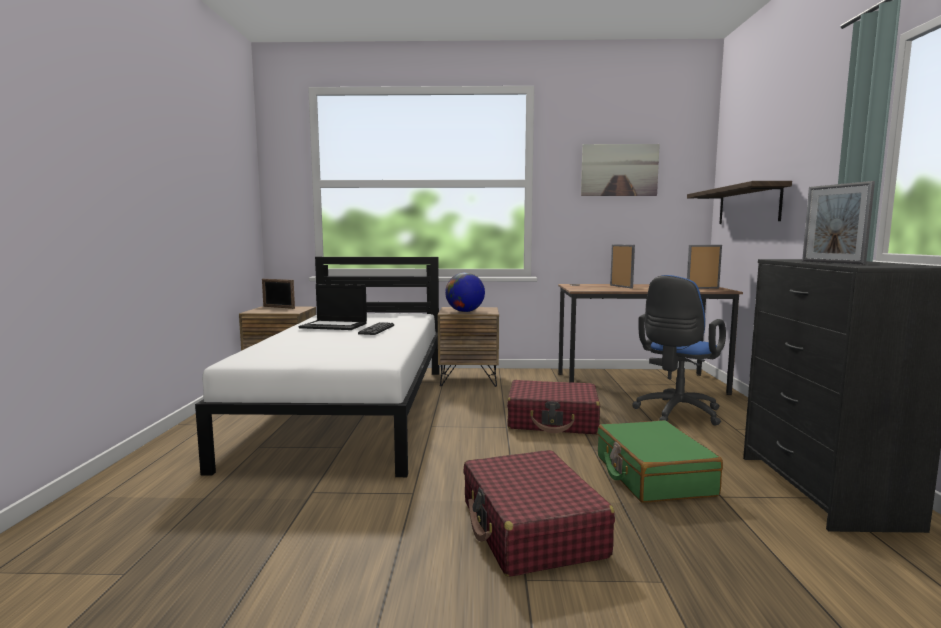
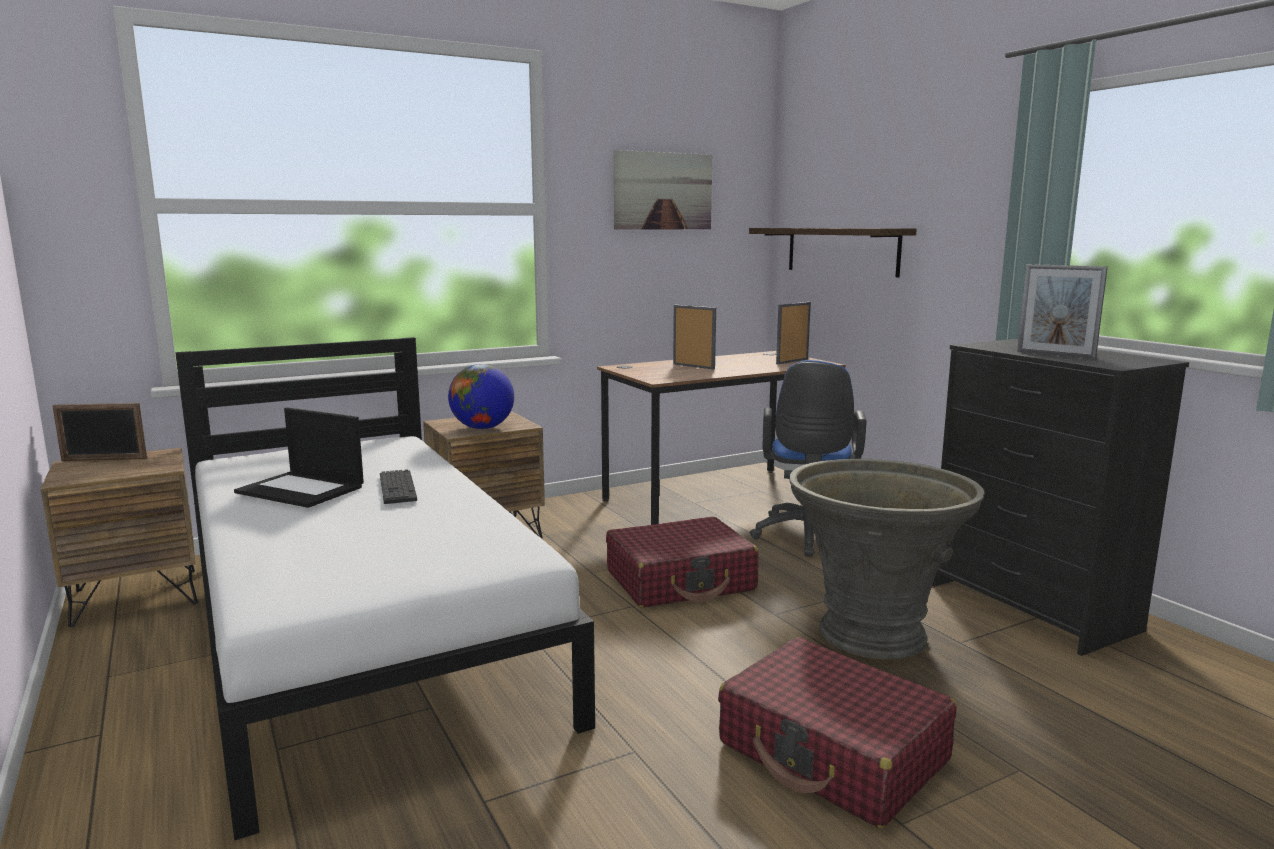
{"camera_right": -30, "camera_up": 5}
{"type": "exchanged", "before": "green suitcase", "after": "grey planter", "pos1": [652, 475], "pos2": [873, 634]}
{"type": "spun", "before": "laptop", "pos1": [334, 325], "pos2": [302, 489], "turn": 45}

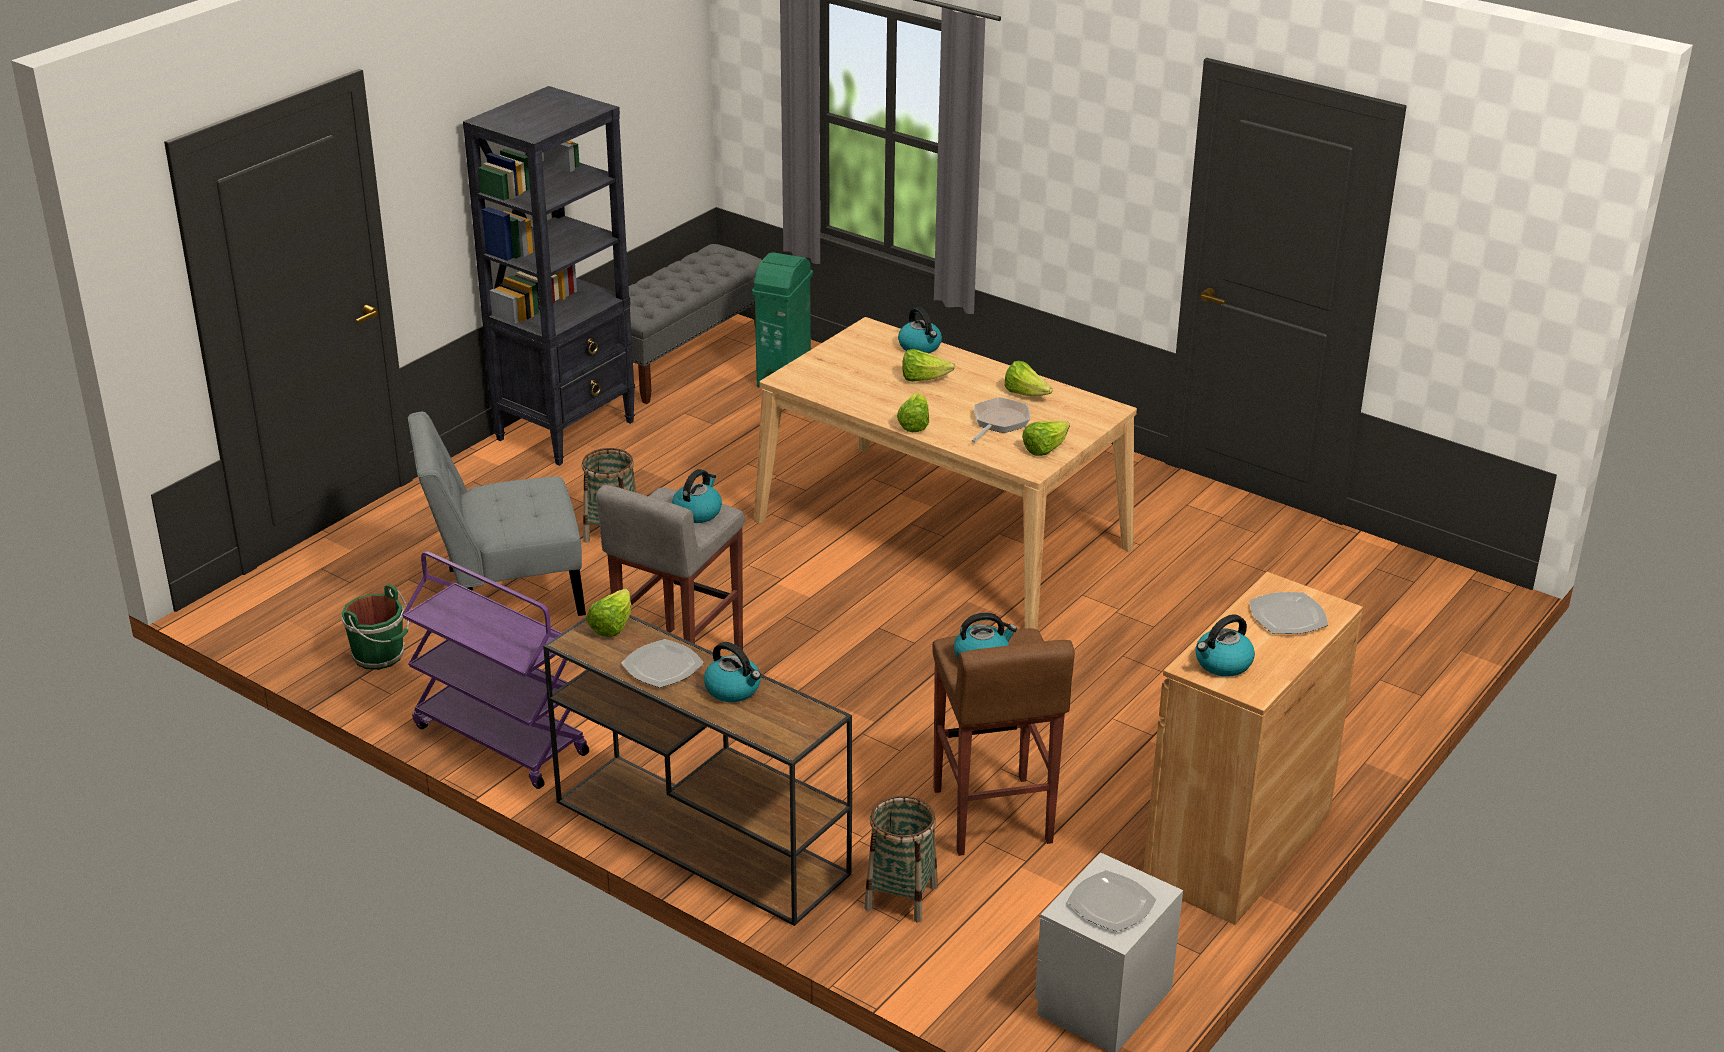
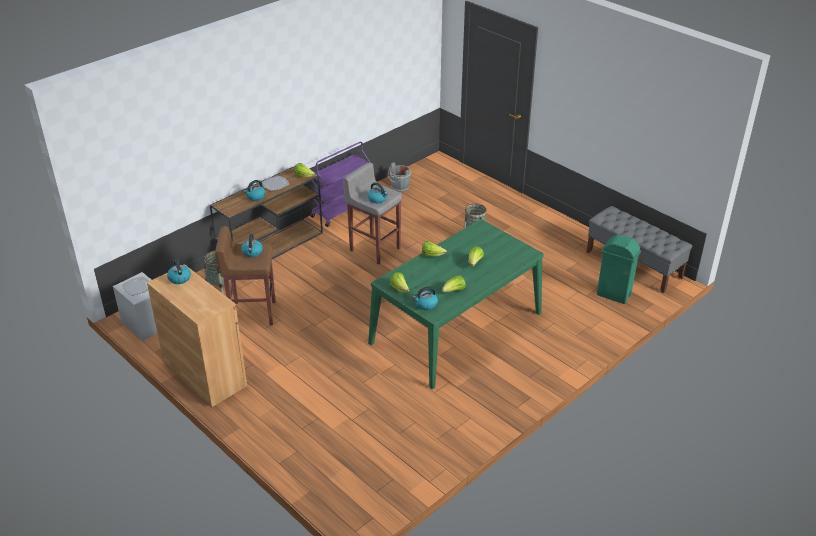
{"camera_right": 100, "camera_up": 5}
{"type": "missing", "before": "grey chair", "pos1": [505, 593]}
{"type": "missing", "before": "black bookcase", "pos1": [567, 430]}
{"type": "missing", "before": "frying pan", "pos1": [999, 422]}
{"type": "missing", "before": "plate", "pos1": [1288, 616]}
{"type": "relocated", "before": "kettle", "pos1": [920, 347], "pos2": [425, 304]}
{"type": "colour", "before": "green bucket", "after": "grey bucket", "pos1": [380, 656], "pos2": [399, 187]}
{"type": "colour", "before": "beige dining table", "after": "green dining table", "pos1": [941, 534], "pos2": [456, 327]}

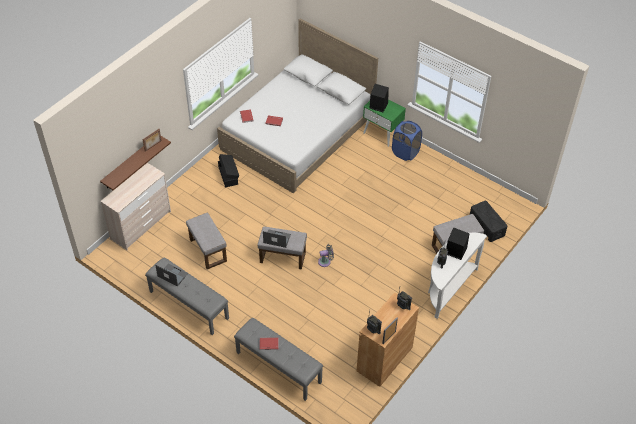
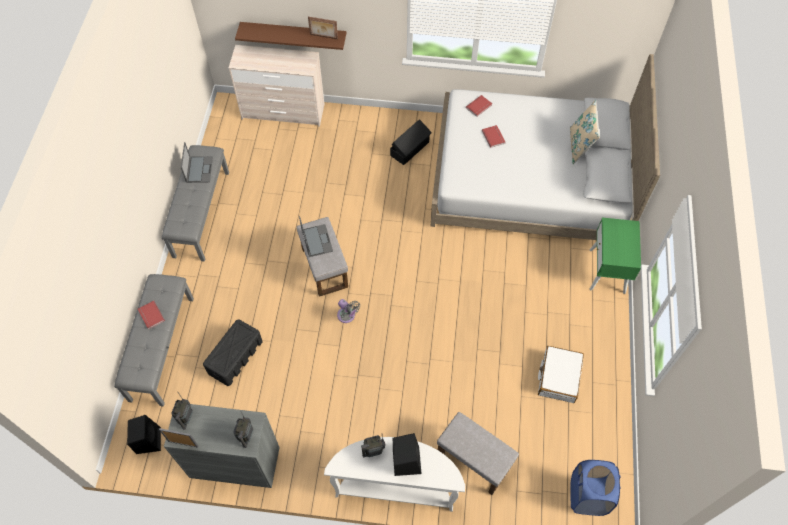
{"camera_right": 60, "camera_up": 10}
{"type": "missing", "before": "grey ottoman", "pos1": [207, 250]}
{"type": "appeared", "after": "white suitcase", "pos2": [558, 377]}
{"type": "appeared", "after": "beige pillow", "pos2": [579, 146]}
{"type": "relocated", "before": "black speaker", "pos1": [378, 105], "pos2": [148, 439]}
{"type": "relocated", "before": "blue laundry basket", "pos1": [405, 152], "pos2": [587, 496]}
{"type": "relocated", "before": "black storage box", "pos1": [486, 226], "pos2": [235, 356]}
{"type": "colour", "before": "brown cabinet", "after": "grey cabinet", "pos1": [384, 359], "pos2": [235, 462]}

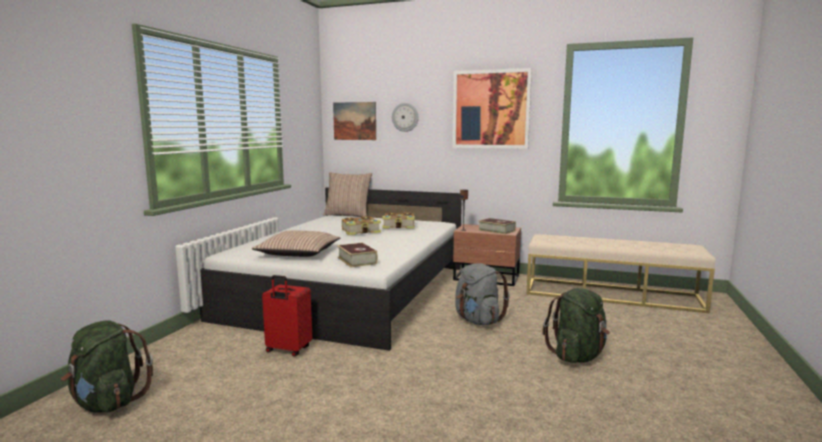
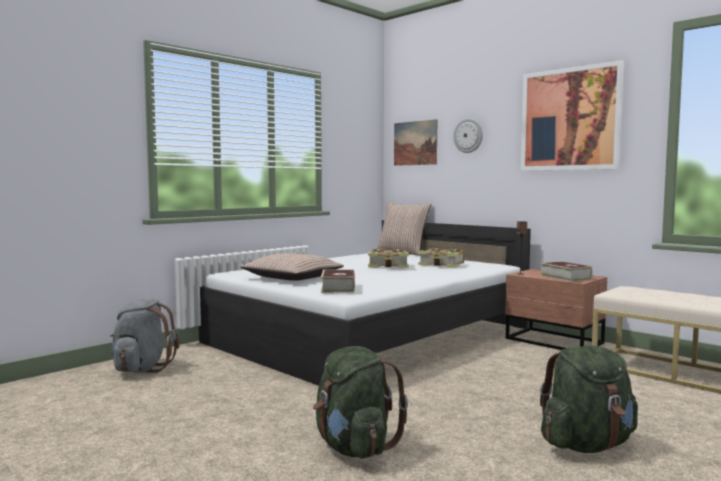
{"camera_right": 25, "camera_up": -5}
{"type": "missing", "before": "red suitcase", "pos1": [288, 350]}
{"type": "relocated", "before": "green backpack", "pos1": [107, 403], "pos2": [354, 447]}
{"type": "relocated", "before": "grey backpack", "pos1": [478, 321], "pos2": [142, 369]}

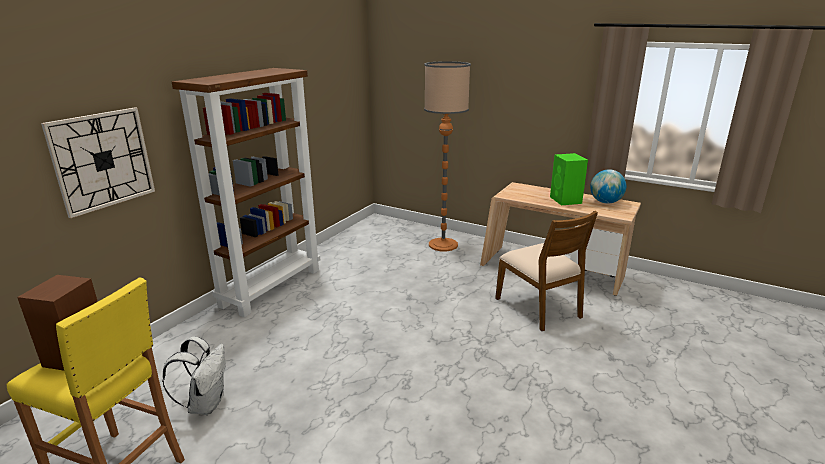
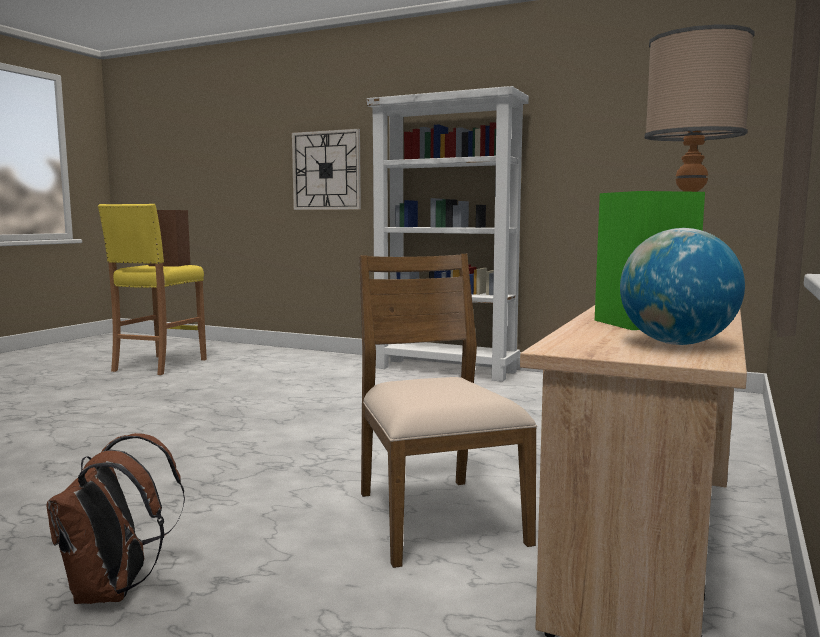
{"camera_right": 85, "camera_up": -15}
{"type": "missing", "before": "white backpack", "pos1": [206, 404]}
{"type": "appeared", "after": "brown backpack", "pos2": [115, 591]}
{"type": "colour", "before": "brown bookcase", "after": "white bookcase", "pos1": [271, 287], "pos2": [446, 370]}
{"type": "spun", "before": "brown chair", "pos1": [539, 307], "pos2": [436, 517], "turn": 105}

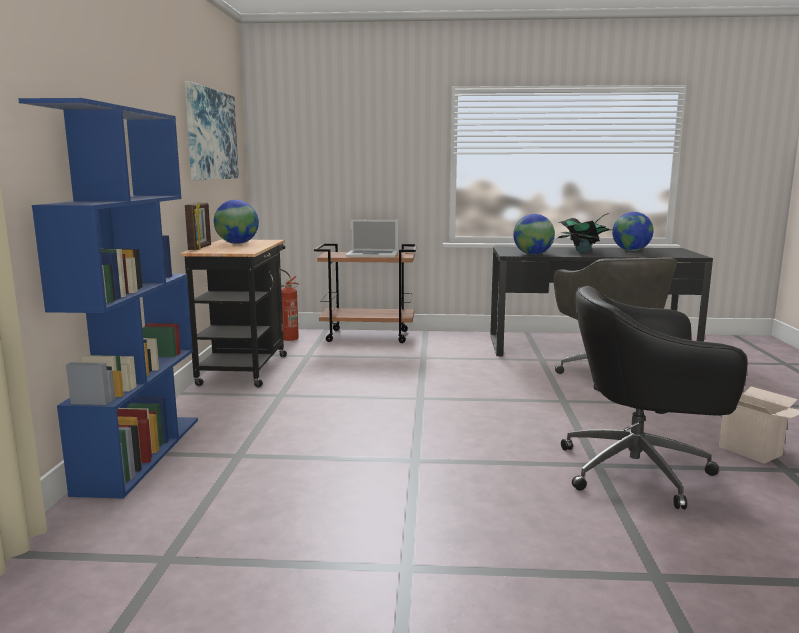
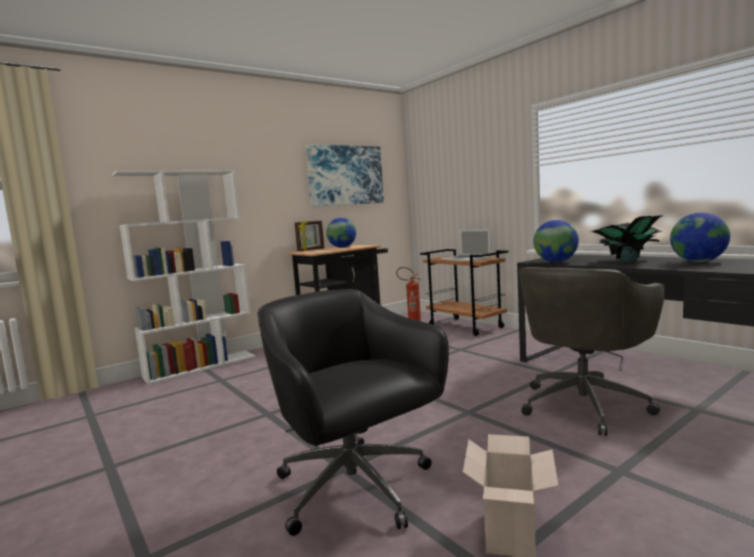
{"camera_right": 50, "camera_up": -5}
{"type": "colour", "before": "blue bookcase", "after": "white bookcase", "pos1": [140, 453], "pos2": [201, 366]}

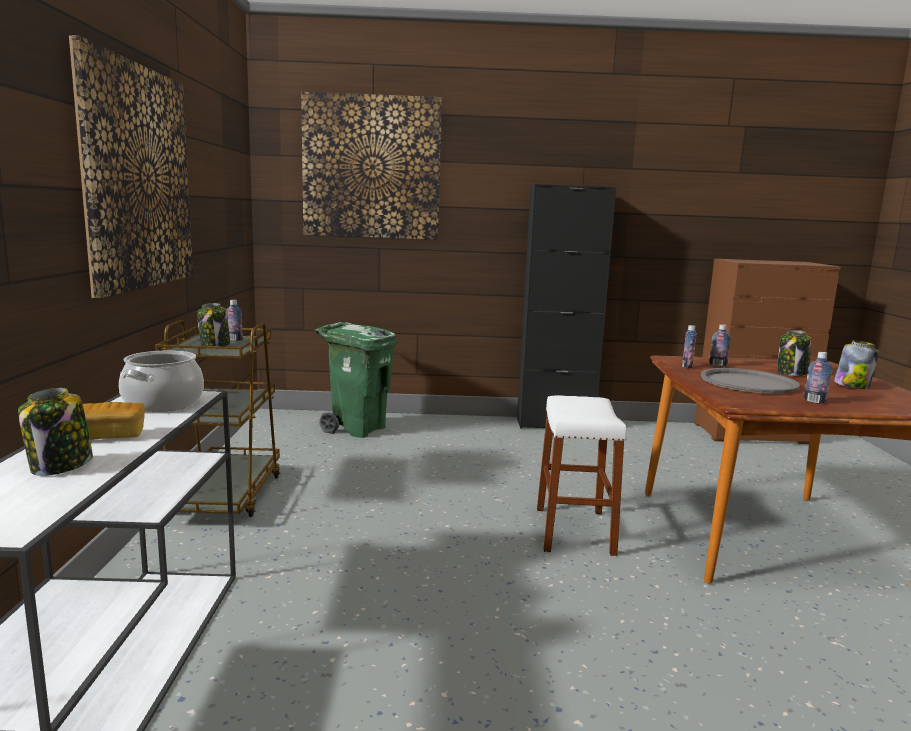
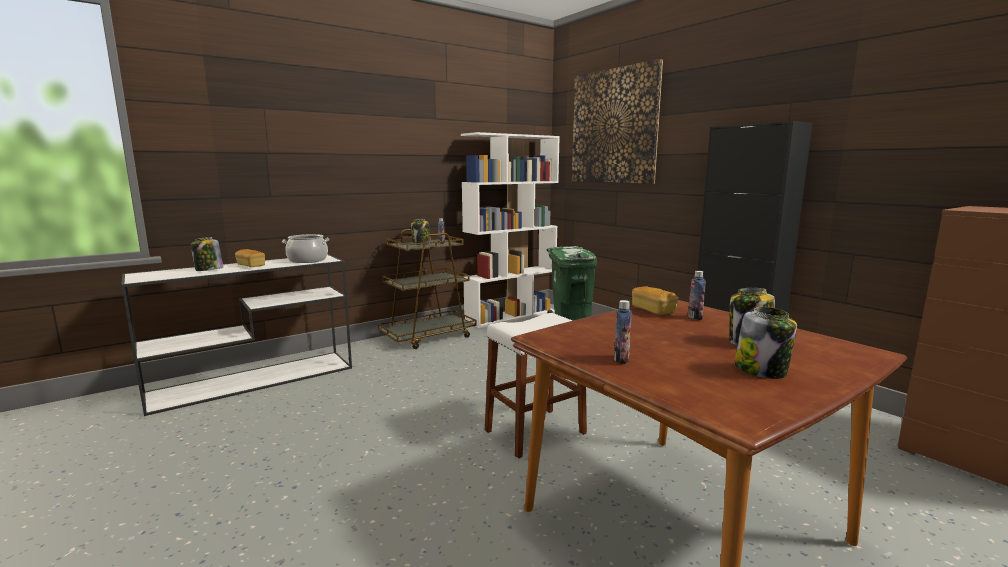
{"camera_right": 55, "camera_up": 0}
{"type": "missing", "before": "picture", "pos1": [138, 178]}
{"type": "missing", "before": "grey tray", "pos1": [748, 382]}
{"type": "appeared", "after": "white bookcase", "pos2": [511, 316]}
{"type": "exchanged", "before": "bottle", "after": "bread", "pos1": [687, 366], "pos2": [653, 310]}

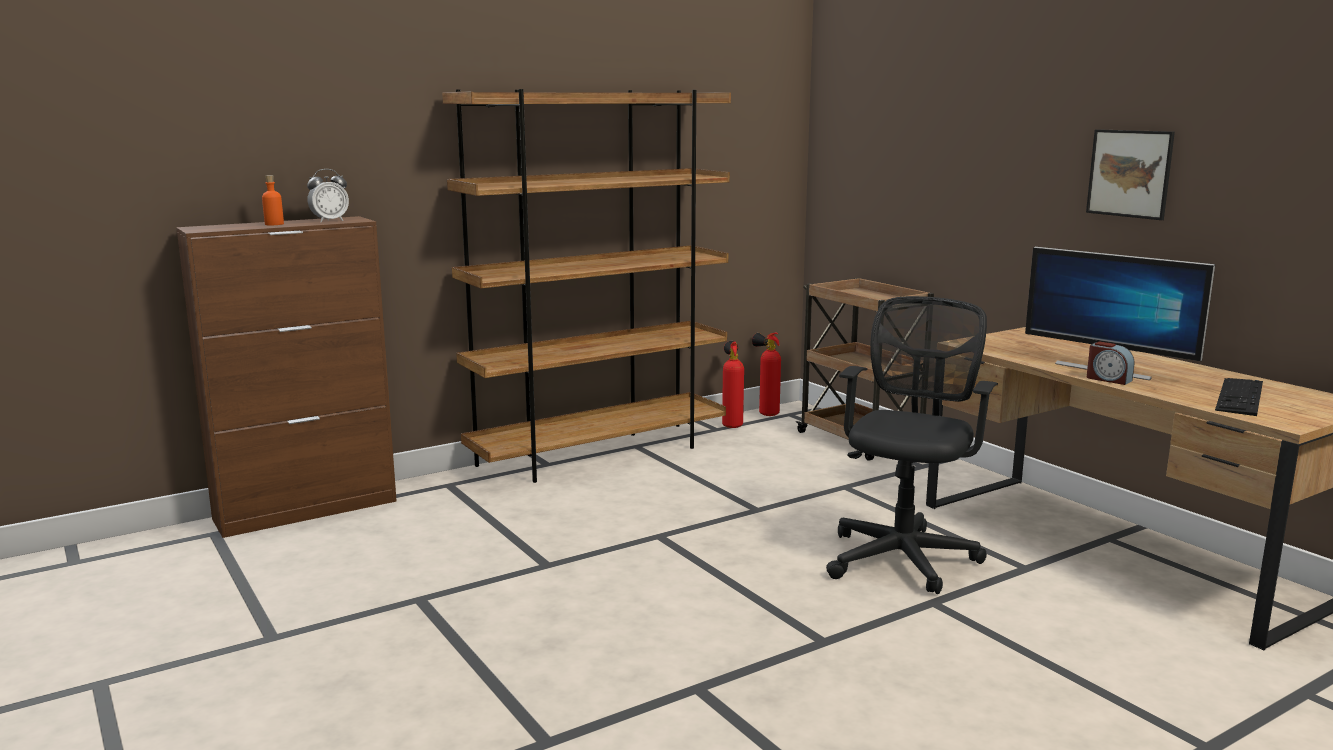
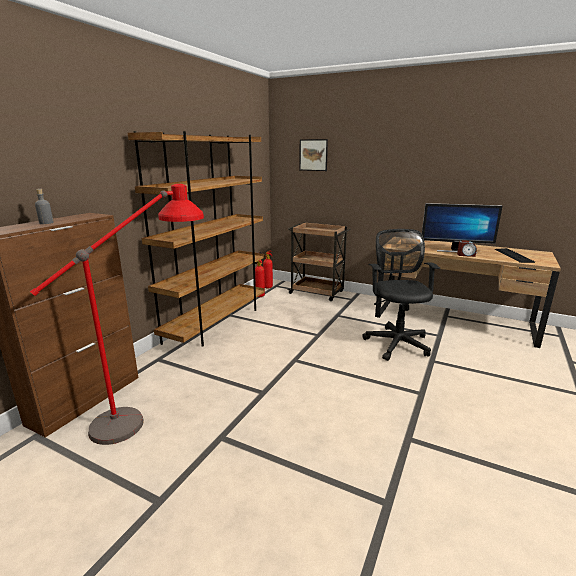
{"camera_right": -30, "camera_up": 5}
{"type": "missing", "before": "alarm clock", "pos1": [329, 221]}
{"type": "appeared", "after": "red floor lamp", "pos2": [152, 411]}
{"type": "relocated", "before": "picture", "pos1": [1129, 173], "pos2": [313, 155]}
{"type": "colour", "before": "orange bottle", "after": "grey bottle", "pos1": [274, 224], "pos2": [46, 223]}

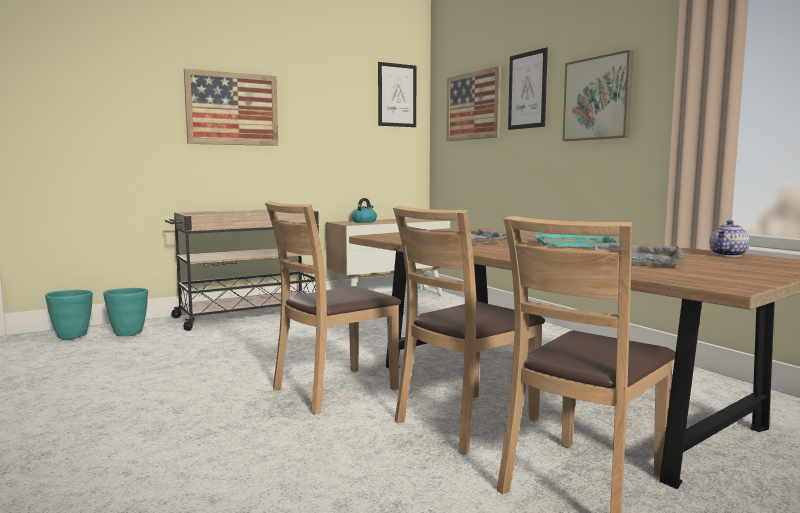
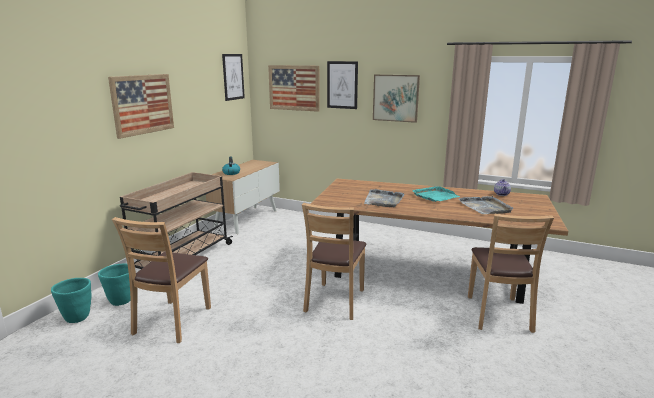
{"camera_right": -35, "camera_up": 10}
{"type": "relocated", "before": "brown chair", "pos1": [466, 422], "pos2": [173, 321]}

